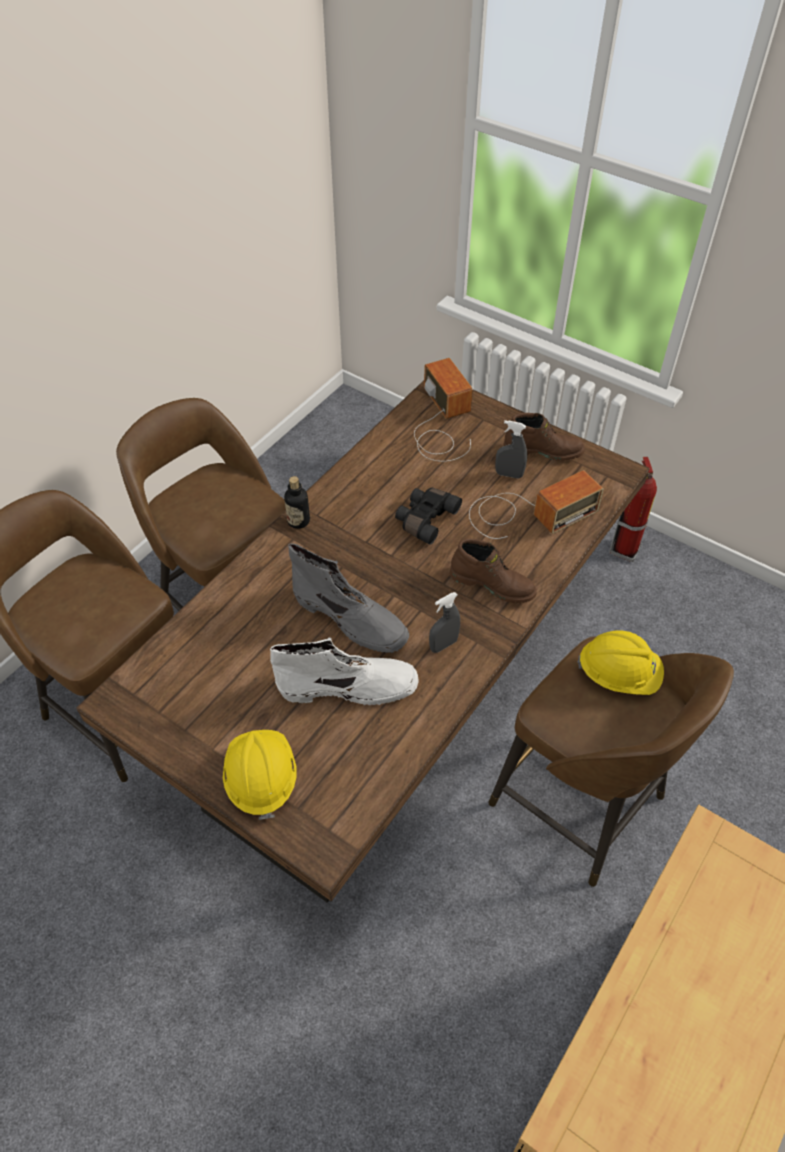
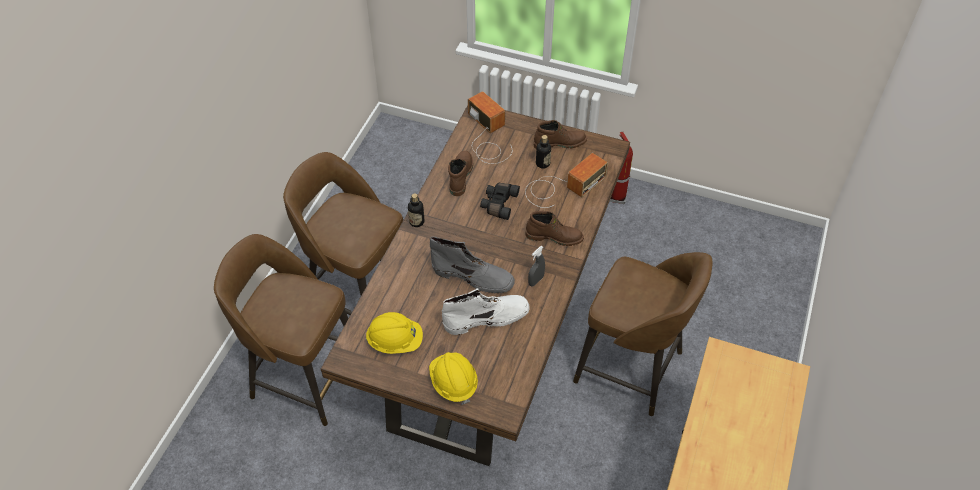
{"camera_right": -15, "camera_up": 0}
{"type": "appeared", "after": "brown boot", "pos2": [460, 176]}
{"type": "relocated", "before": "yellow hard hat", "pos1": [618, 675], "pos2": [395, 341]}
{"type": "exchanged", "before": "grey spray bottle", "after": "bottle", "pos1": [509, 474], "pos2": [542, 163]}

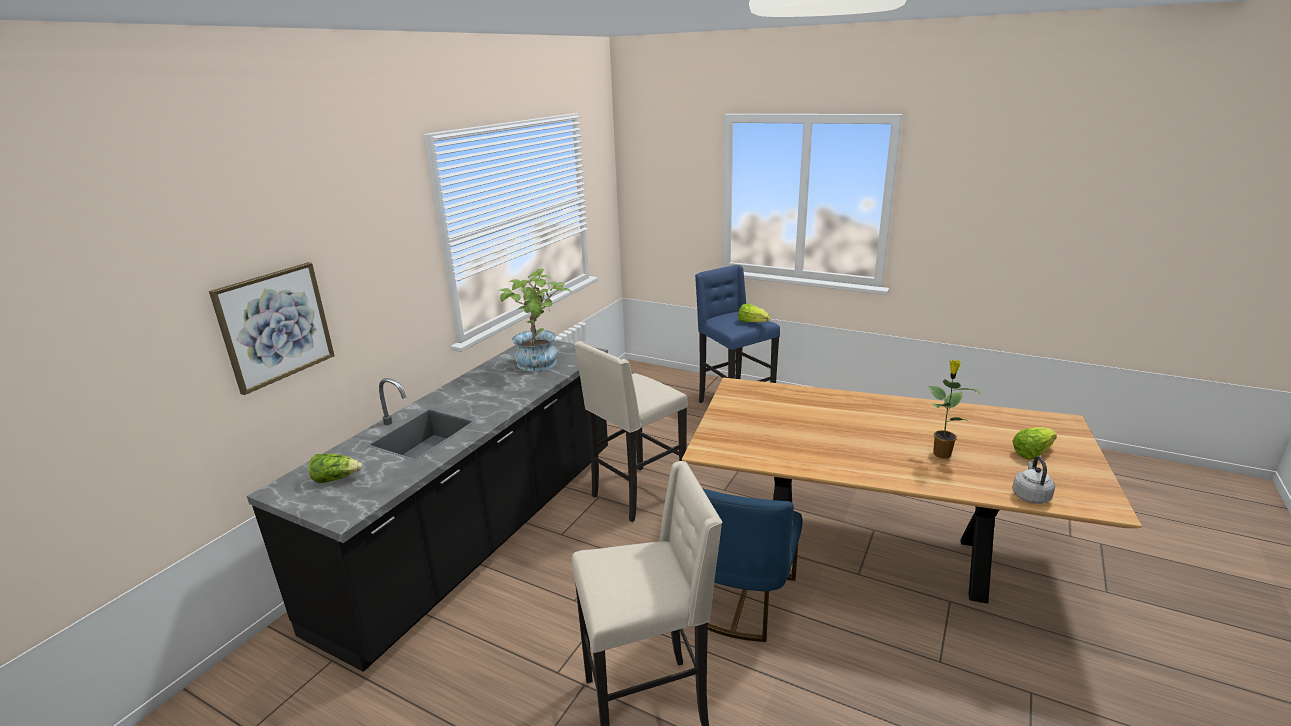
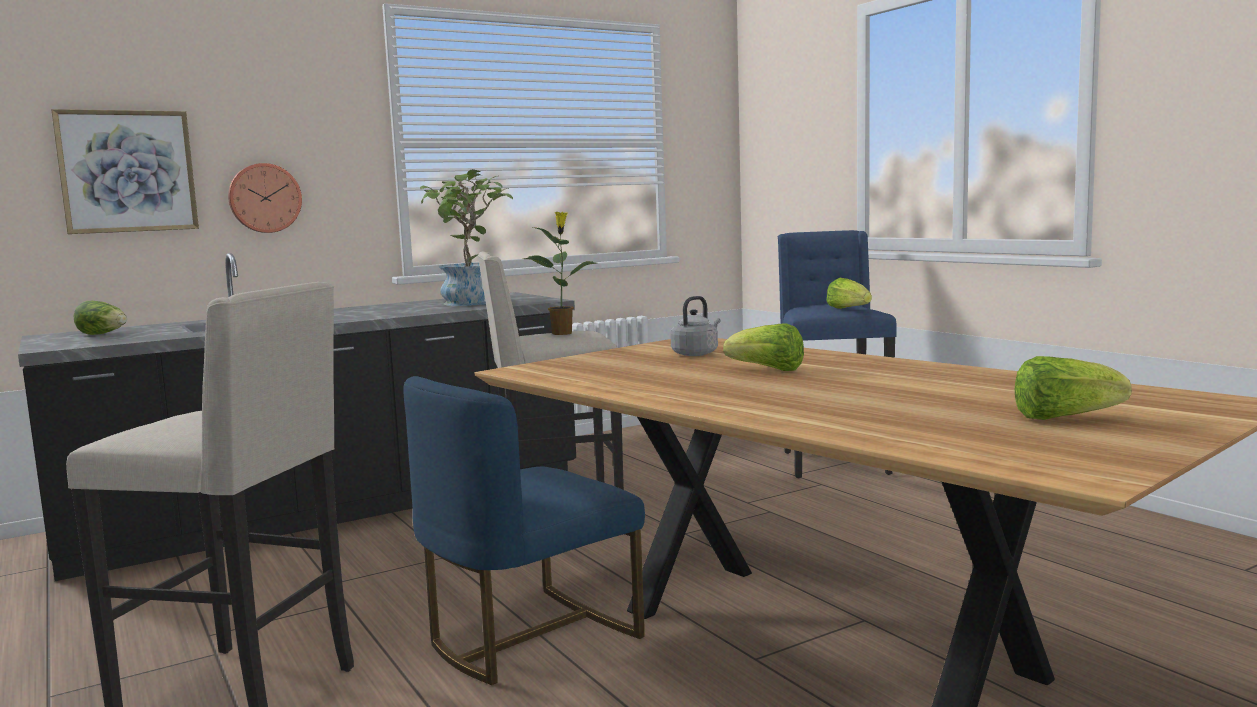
{"camera_right": 30, "camera_up": -15}
{"type": "appeared", "after": "wall clock", "pos2": [264, 198]}
{"type": "appeared", "after": "lettuce", "pos2": [768, 370]}
{"type": "relocated", "before": "potted plant", "pos1": [941, 453], "pos2": [563, 333]}
{"type": "relocated", "before": "grey kettle", "pos1": [1030, 495], "pos2": [696, 354]}

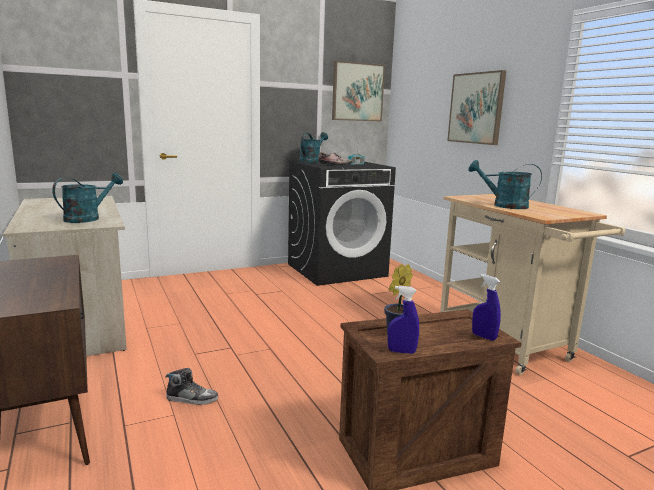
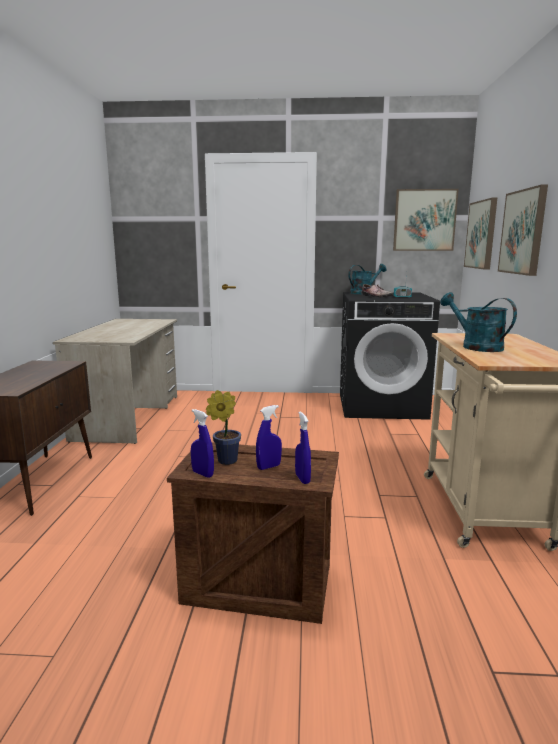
{"camera_right": 30, "camera_up": 0}
{"type": "missing", "before": "turquoise watering can", "pos1": [88, 218]}
{"type": "missing", "before": "shoe", "pos1": [192, 399]}
{"type": "appeared", "after": "blue spray bottle", "pos2": [269, 467]}
{"type": "appeared", "after": "picture", "pos2": [481, 234]}

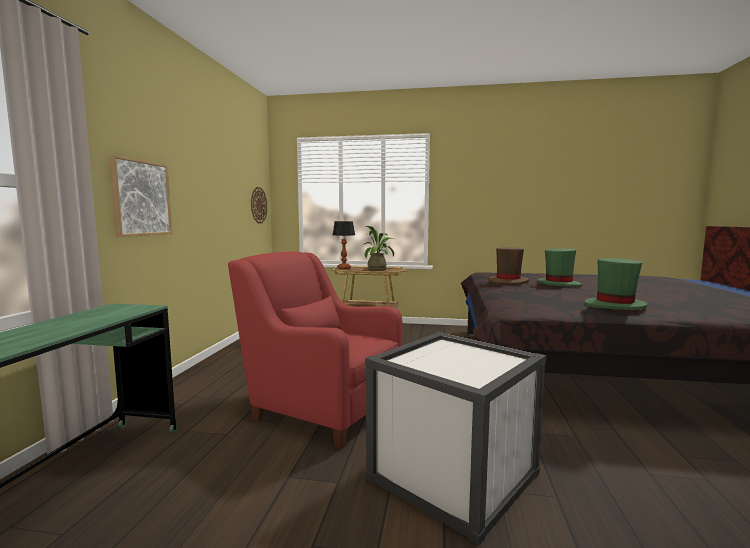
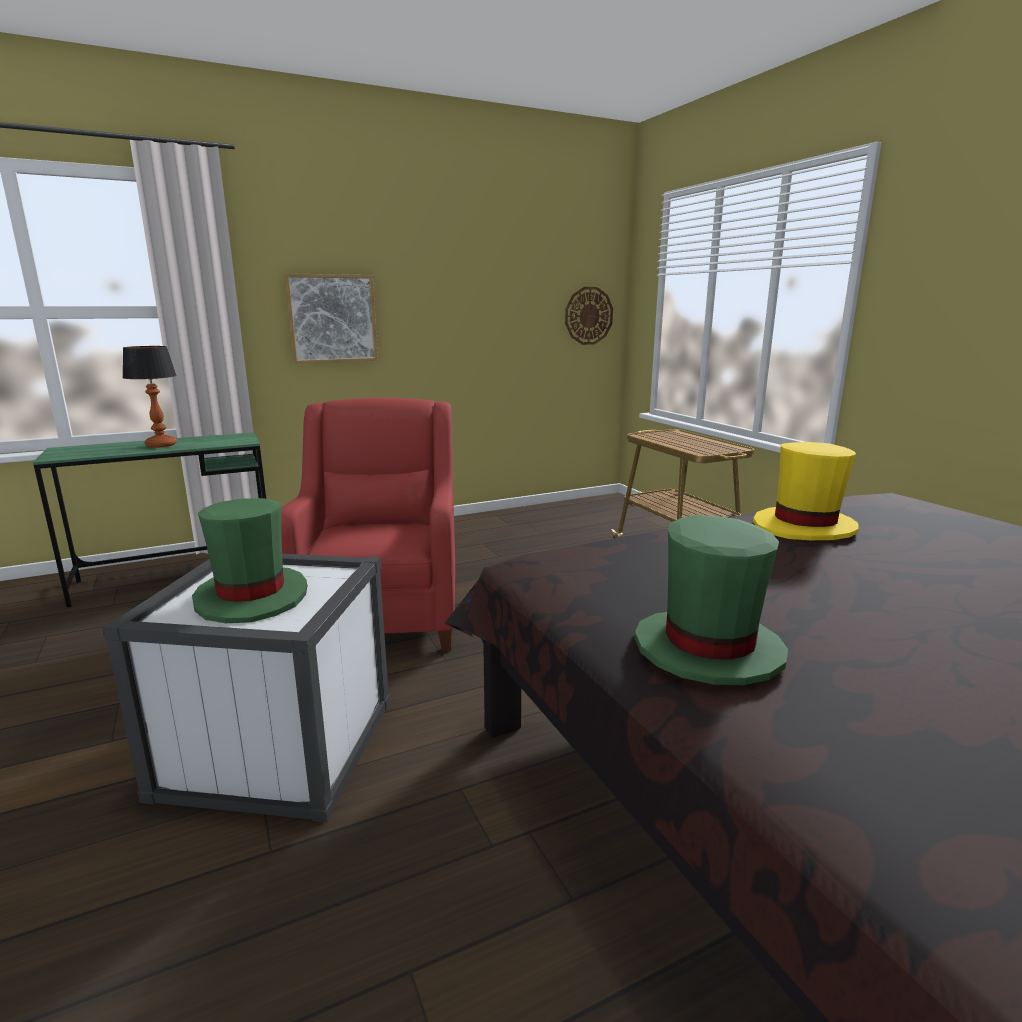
{"camera_right": 55, "camera_up": 10}
{"type": "missing", "before": "potted plant", "pos1": [379, 269]}
{"type": "relocated", "before": "table lamp", "pos1": [344, 268], "pos2": [162, 445]}
{"type": "relocated", "before": "green hat", "pos1": [558, 284], "pos2": [252, 597]}
{"type": "colour", "before": "brown hat", "after": "yellow hat", "pos1": [508, 281], "pos2": [804, 527]}

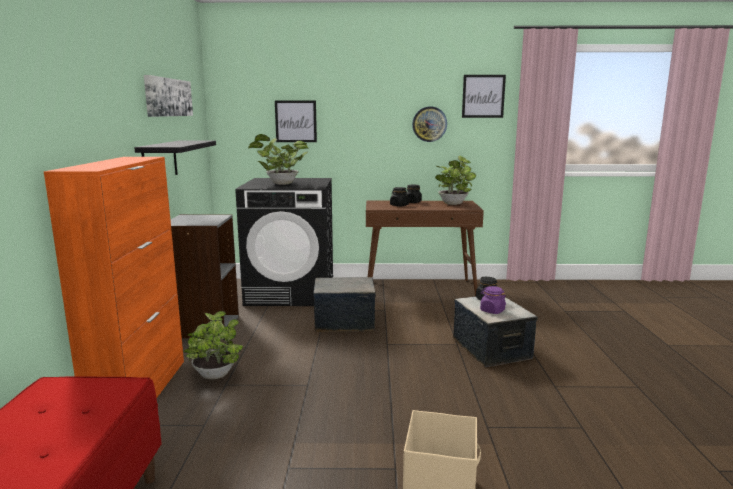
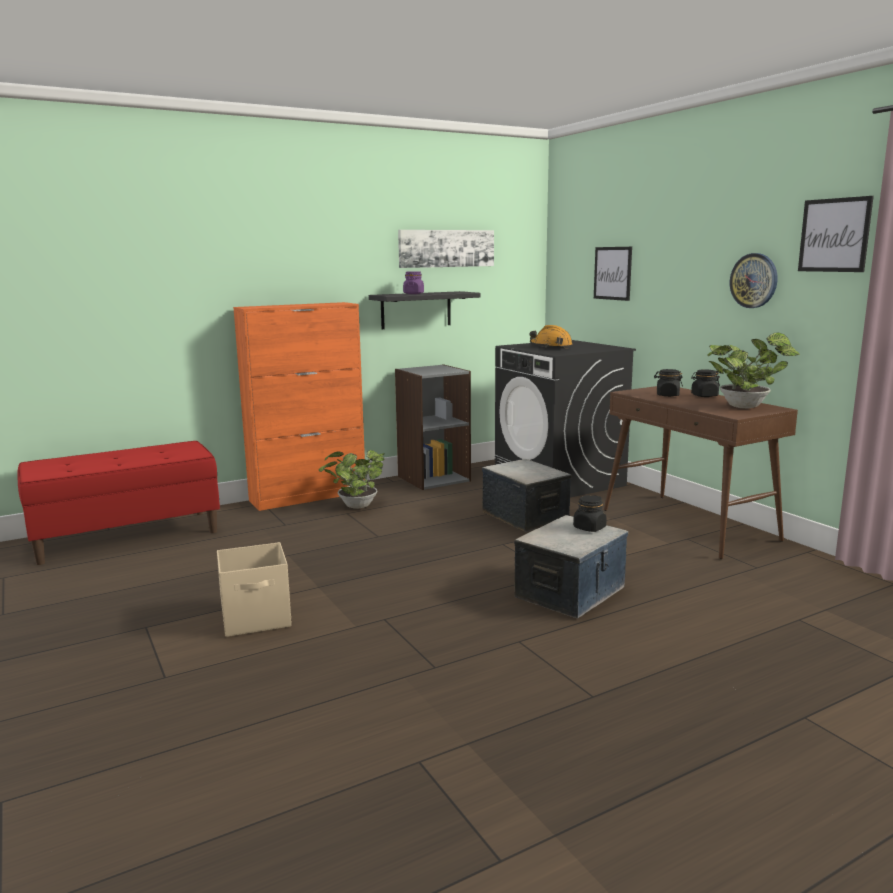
{"camera_right": 60, "camera_up": 0}
{"type": "relocated", "before": "purple jar", "pos1": [492, 311], "pos2": [413, 293]}
{"type": "exchanged", "before": "potted plant", "after": "orange hard hat", "pos1": [280, 184], "pos2": [550, 347]}

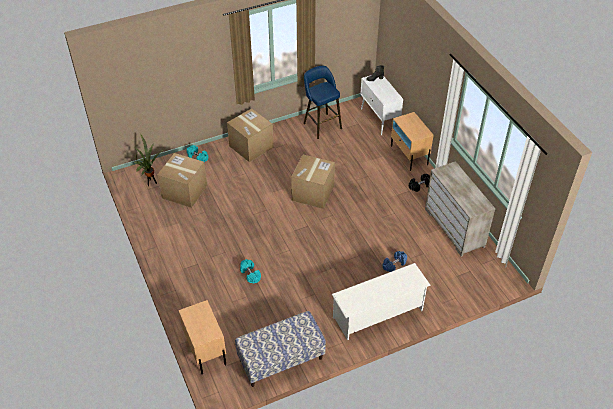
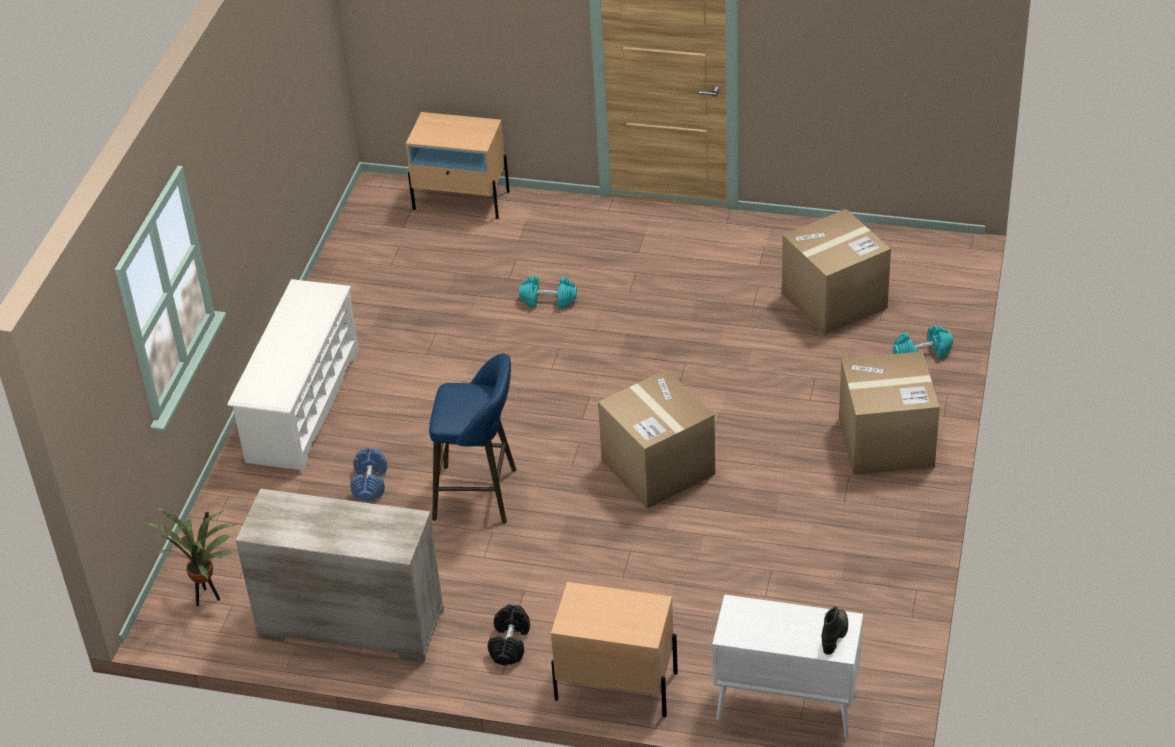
{"camera_right": 130, "camera_up": -5}
{"type": "missing", "before": "bench", "pos1": [281, 360]}
{"type": "relocated", "before": "potted plant", "pos1": [151, 182], "pos2": [208, 599]}
{"type": "relocated", "before": "blue stool", "pos1": [321, 125], "pos2": [481, 494]}

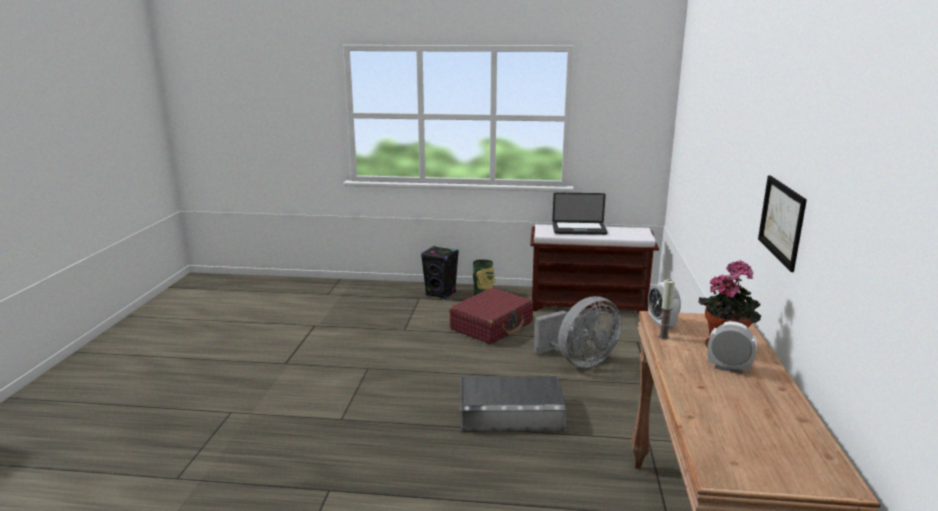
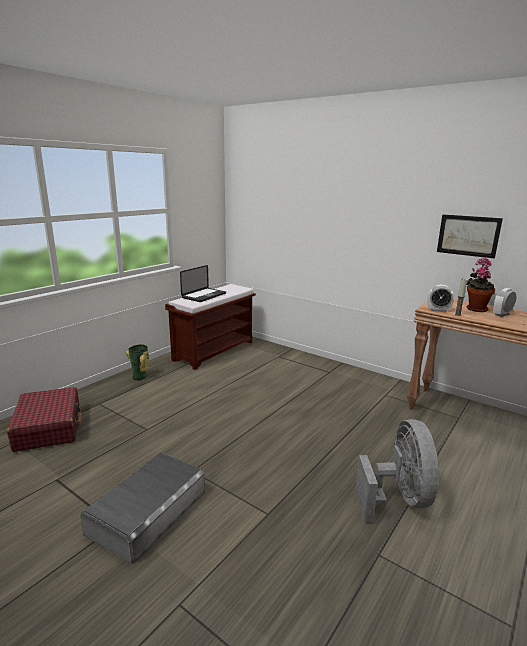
{"camera_right": -60, "camera_up": 0}
{"type": "missing", "before": "black speaker", "pos1": [441, 294]}
{"type": "relocated", "before": "red suitcase", "pos1": [492, 326], "pos2": [49, 428]}
{"type": "relocated", "before": "grey storage box", "pos1": [510, 413], "pos2": [148, 511]}
{"type": "relocated", "before": "grey fan", "pos1": [579, 361], "pos2": [398, 498]}

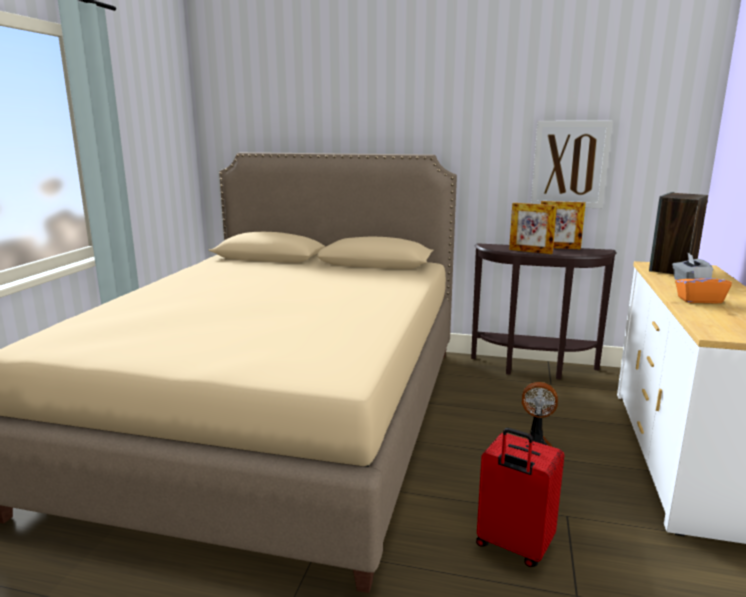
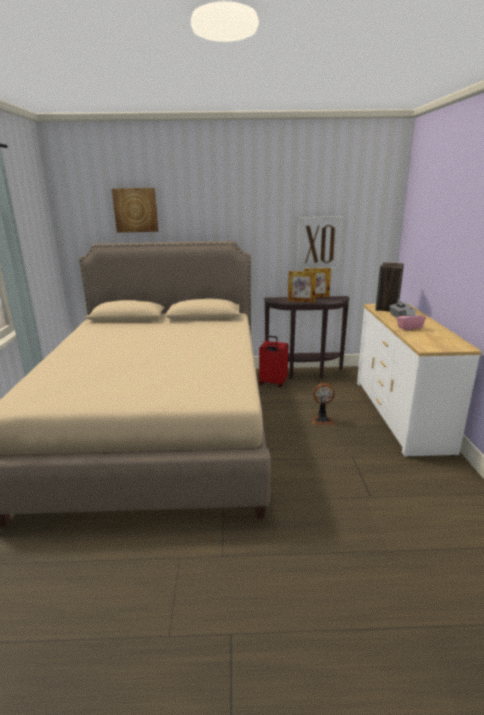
{"camera_right": -15, "camera_up": 5}
{"type": "appeared", "after": "picture", "pos2": [135, 210]}
{"type": "relocated", "before": "red suitcase", "pos1": [513, 546], "pos2": [272, 383]}
{"type": "colour", "before": "orange tissue box", "after": "pink tissue box", "pos1": [699, 300], "pos2": [409, 327]}

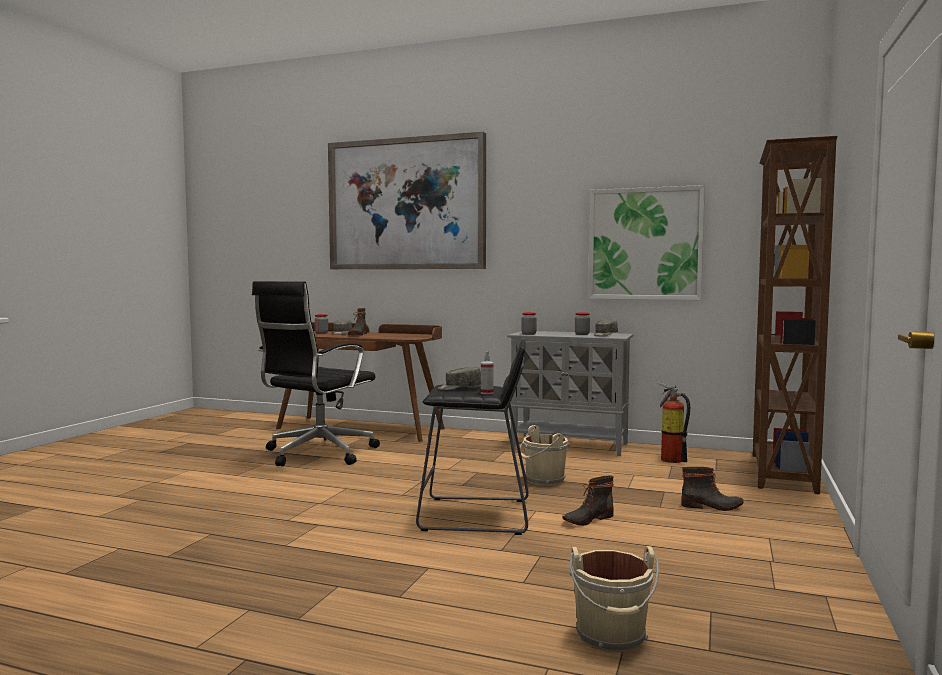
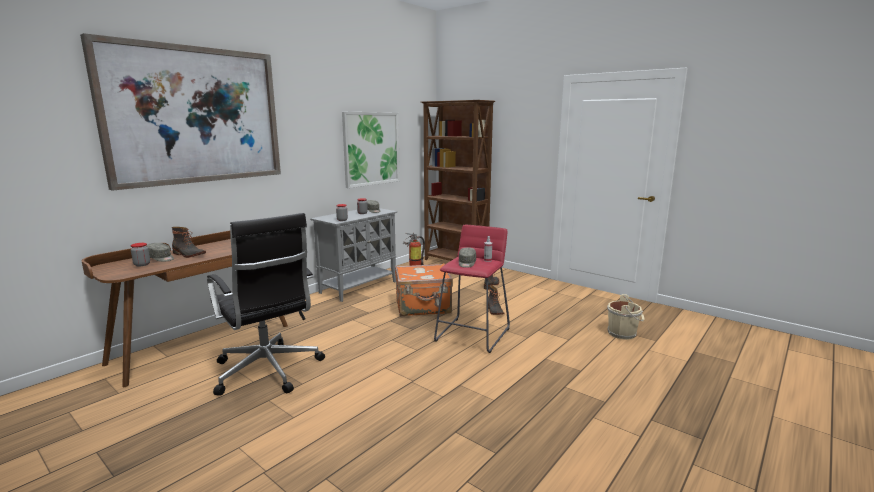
{"camera_right": -70, "camera_up": 10}
{"type": "exchanged", "before": "beige bucket", "after": "orange suitcase", "pos1": [543, 480], "pos2": [423, 307]}
{"type": "colour", "before": "black stool", "after": "red stool", "pos1": [476, 515], "pos2": [472, 334]}

